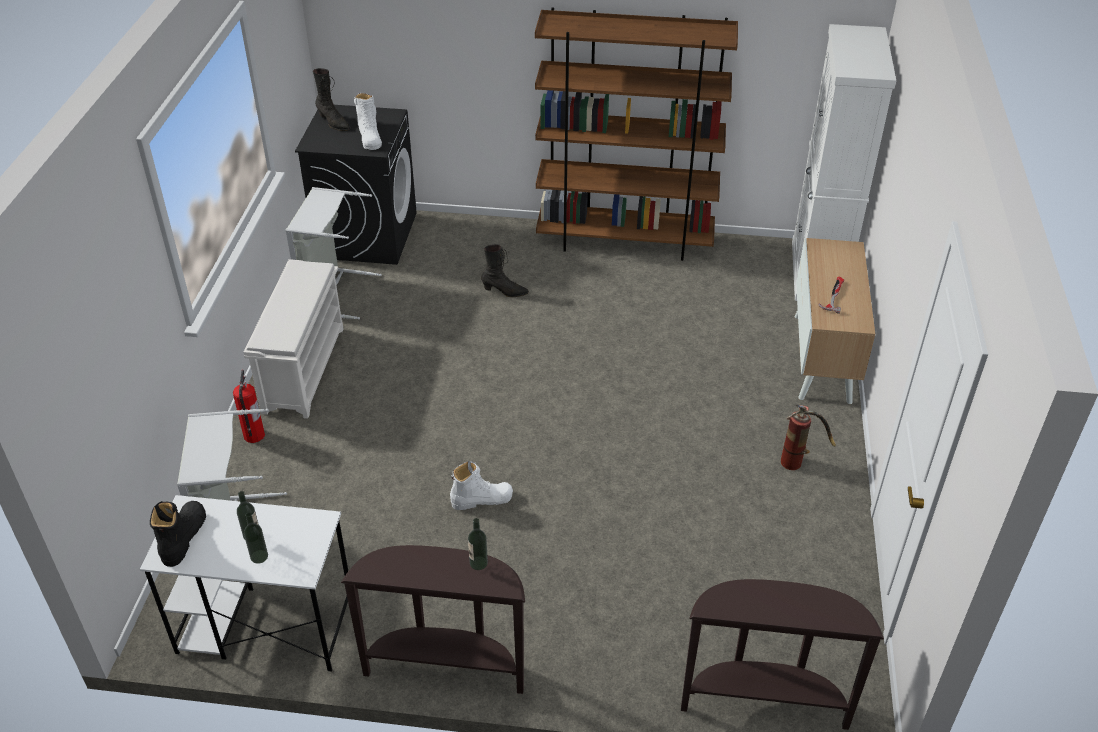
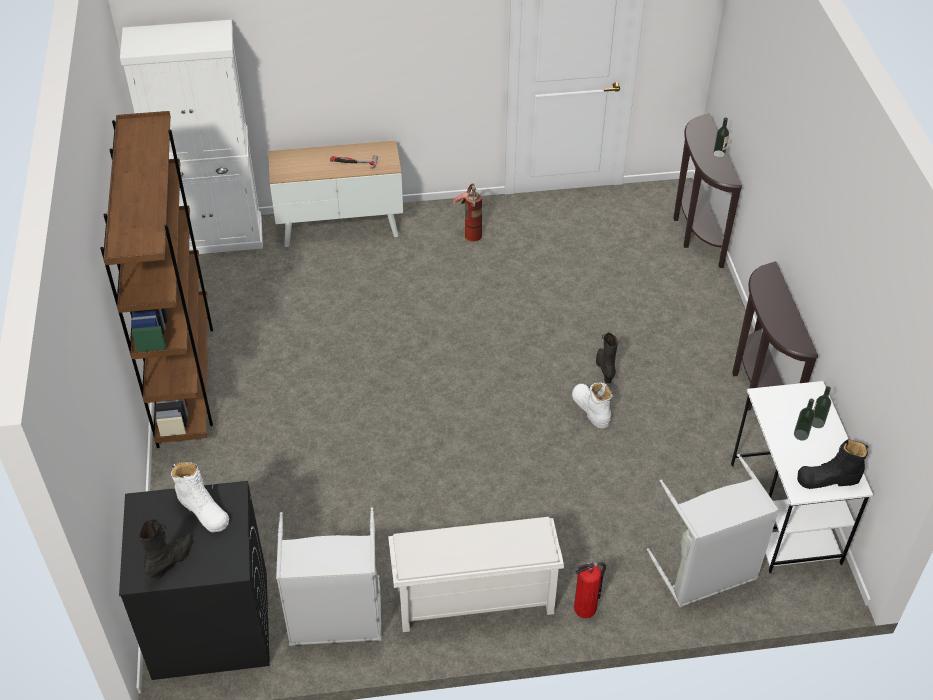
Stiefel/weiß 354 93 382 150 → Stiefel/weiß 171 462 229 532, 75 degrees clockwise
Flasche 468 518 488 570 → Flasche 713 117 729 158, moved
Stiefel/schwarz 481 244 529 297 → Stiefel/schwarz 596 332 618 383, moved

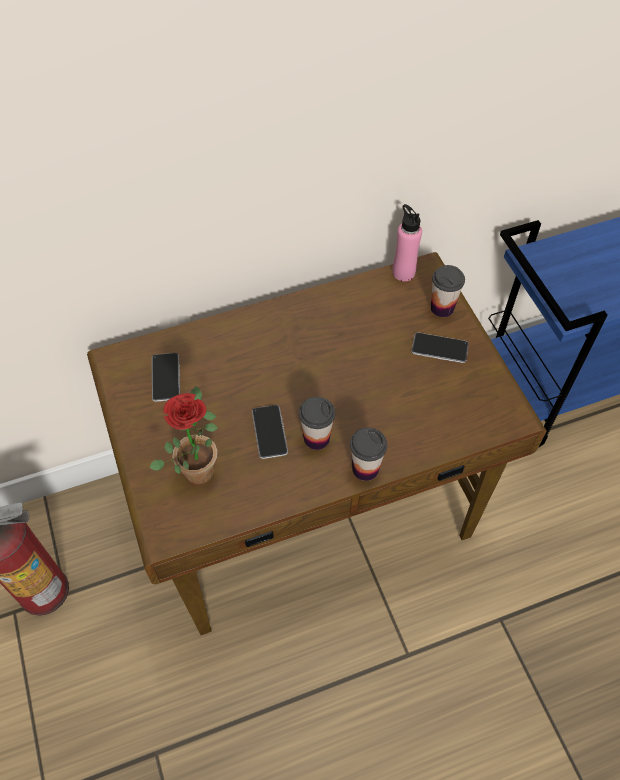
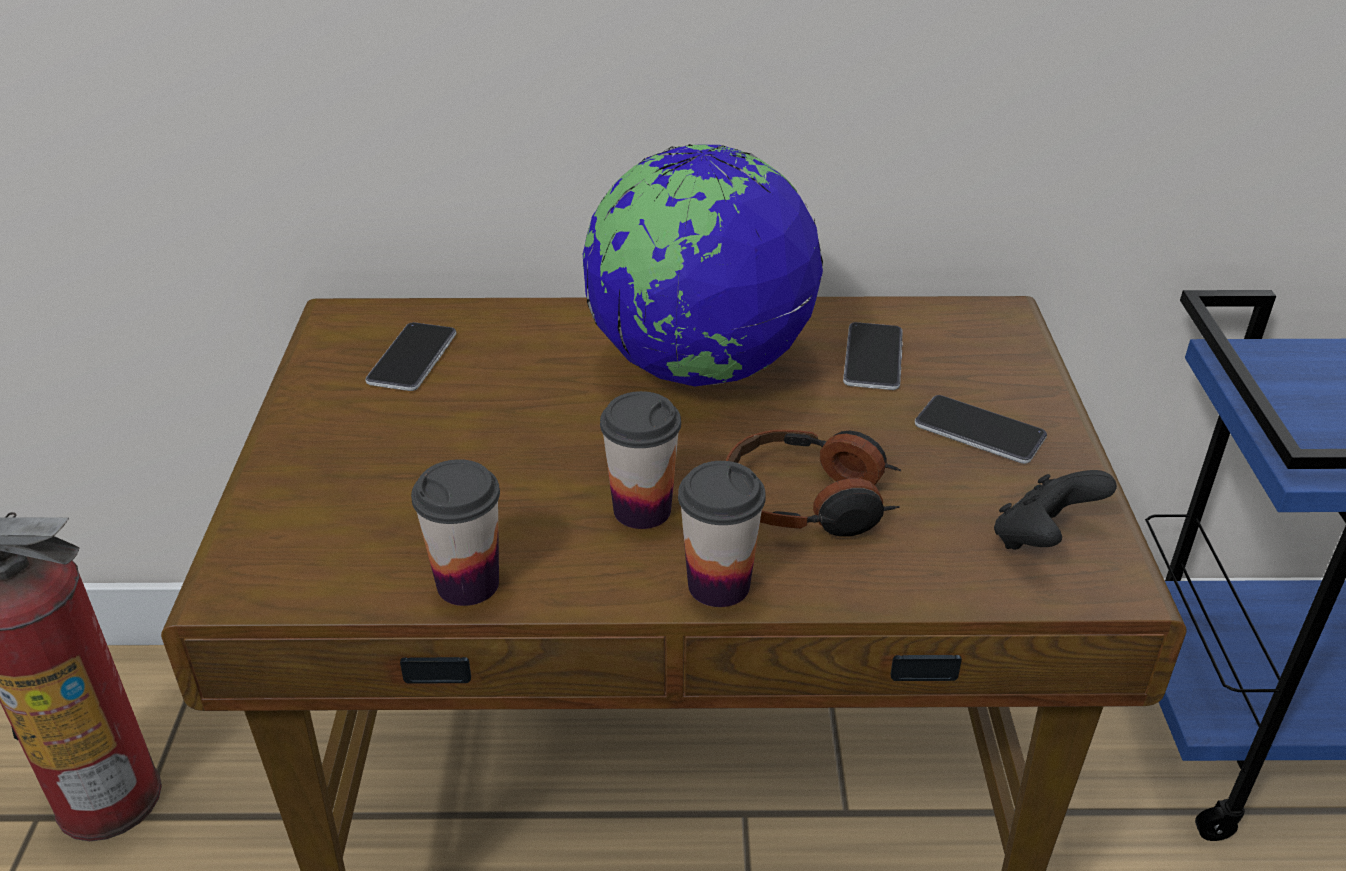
Topfpflanze 149 386 218 485 → -
Handy 252 405 288 459 → Handy 843 322 903 390, moved
Flasche/rosa 393 204 422 281 → -
Tasse 431 265 465 317 → Tasse 411 459 500 606, moved
- → Globus 583 144 823 387
- → Kopfhörer 726 430 901 537
- → Gamepad/schwarz 994 470 1117 550

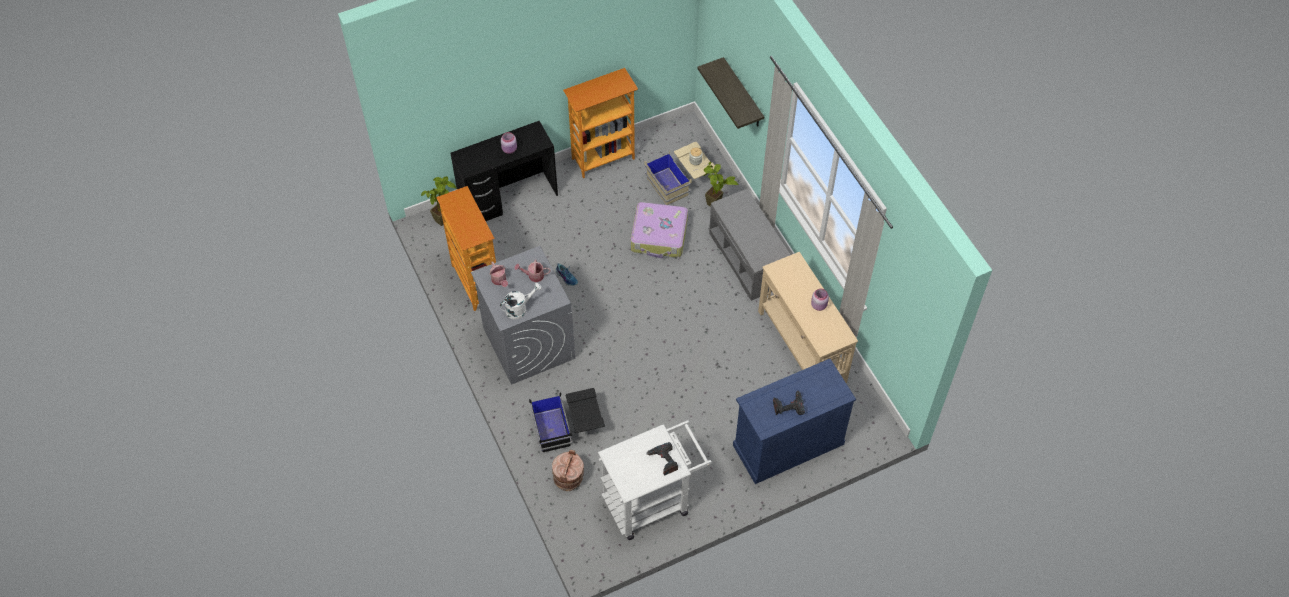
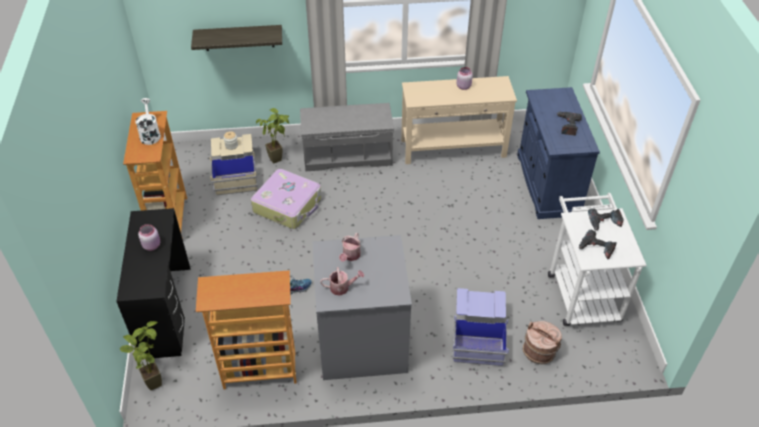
Gießkanne/weiß 500 283 542 320 → Gießkanne/weiß 136 98 161 145, moved
Aufbewahrungsbox/schwarz 529 388 605 452 → Aufbewahrungsbox/blau 453 288 509 366
- → Bohrmaschine 579 230 617 260

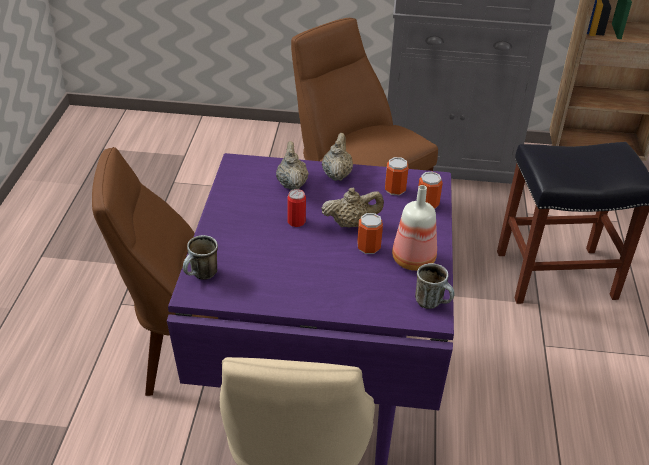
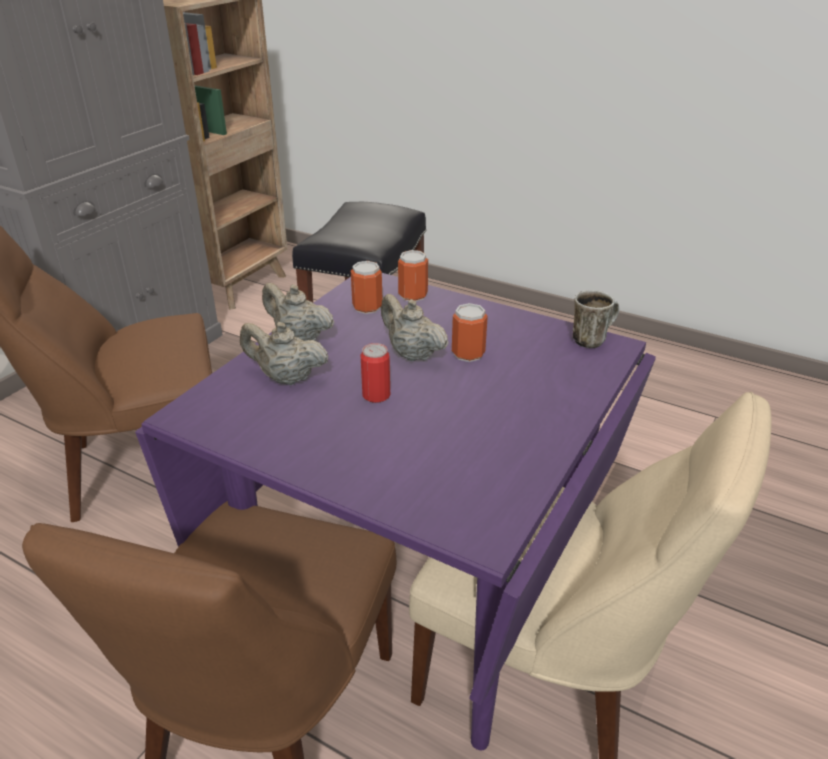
Henkelbecher 183 235 218 280 → -
Teekanne/beige 321 187 384 227 → Teekanne/beige 381 294 449 361, 60 degrees counterclockwise
Flasche 392 185 437 271 → -

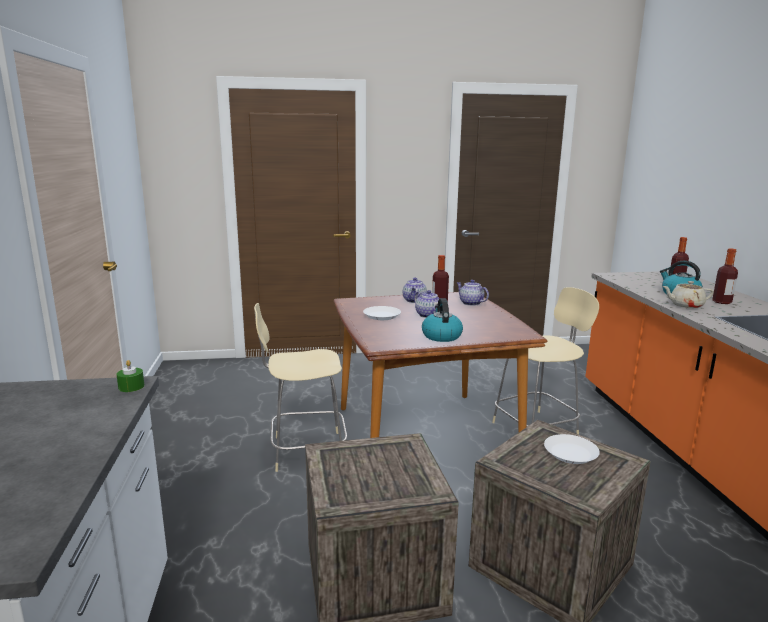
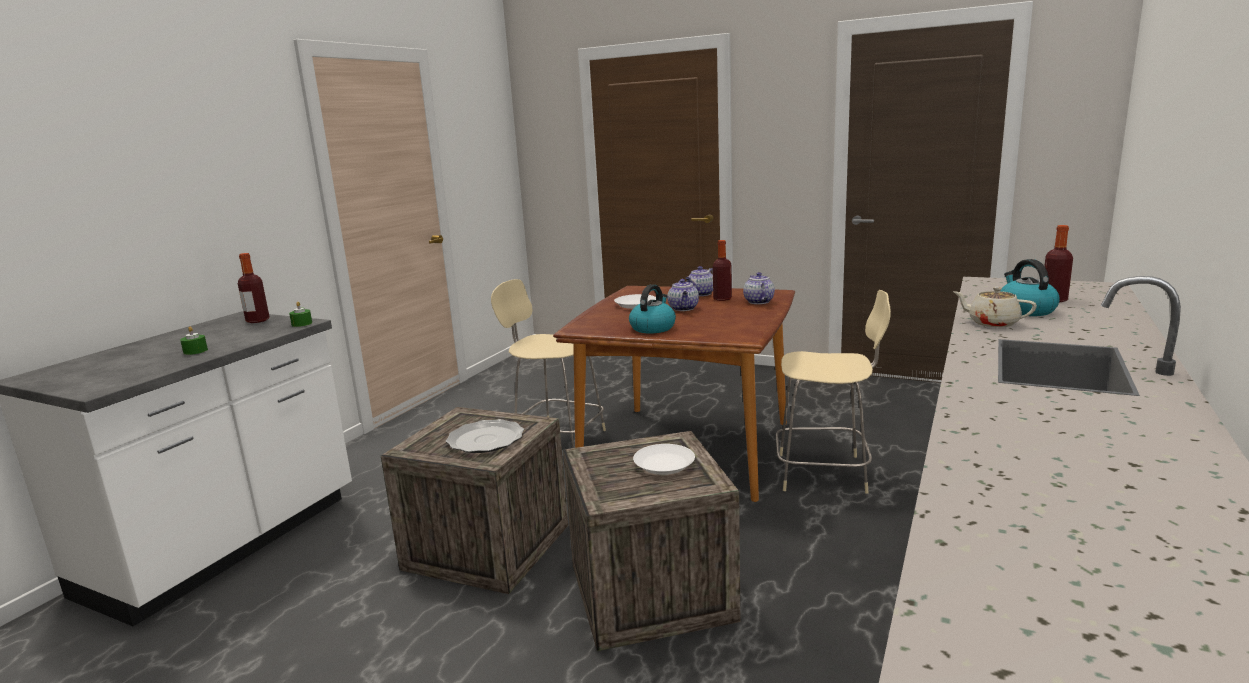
Flasche 712 248 738 304 → Flasche 238 253 270 323, moved
- → Kerze/grün 180 327 208 355
- → Teller 446 419 524 453

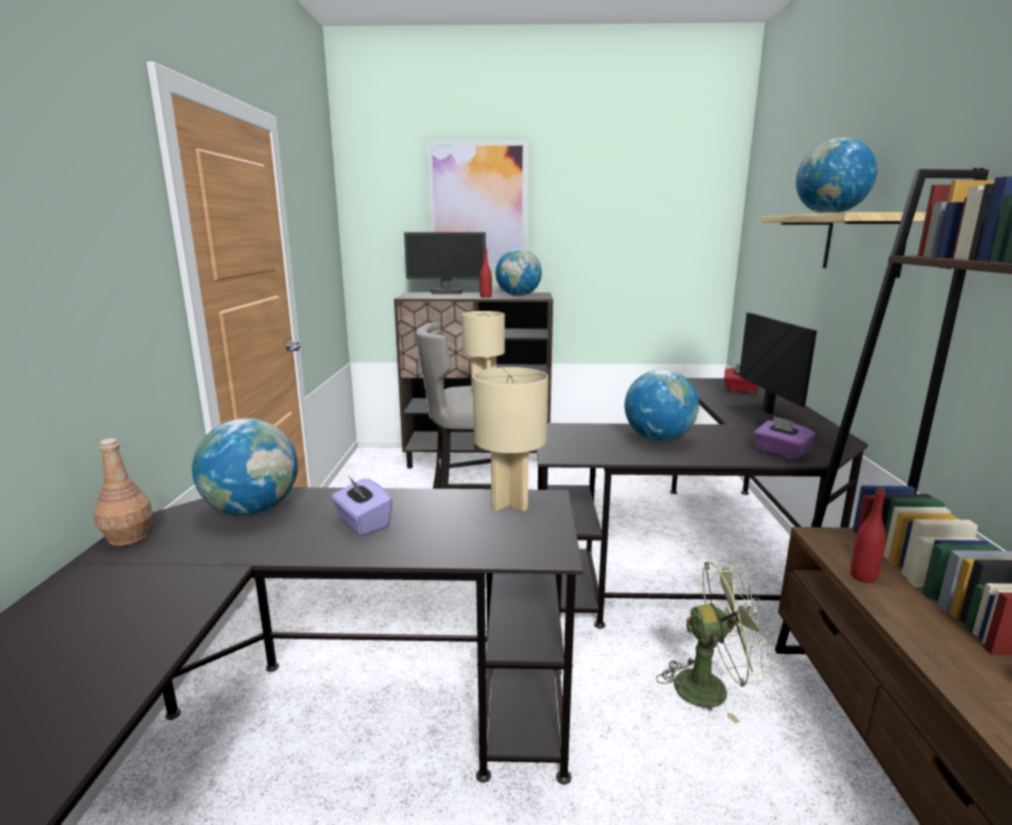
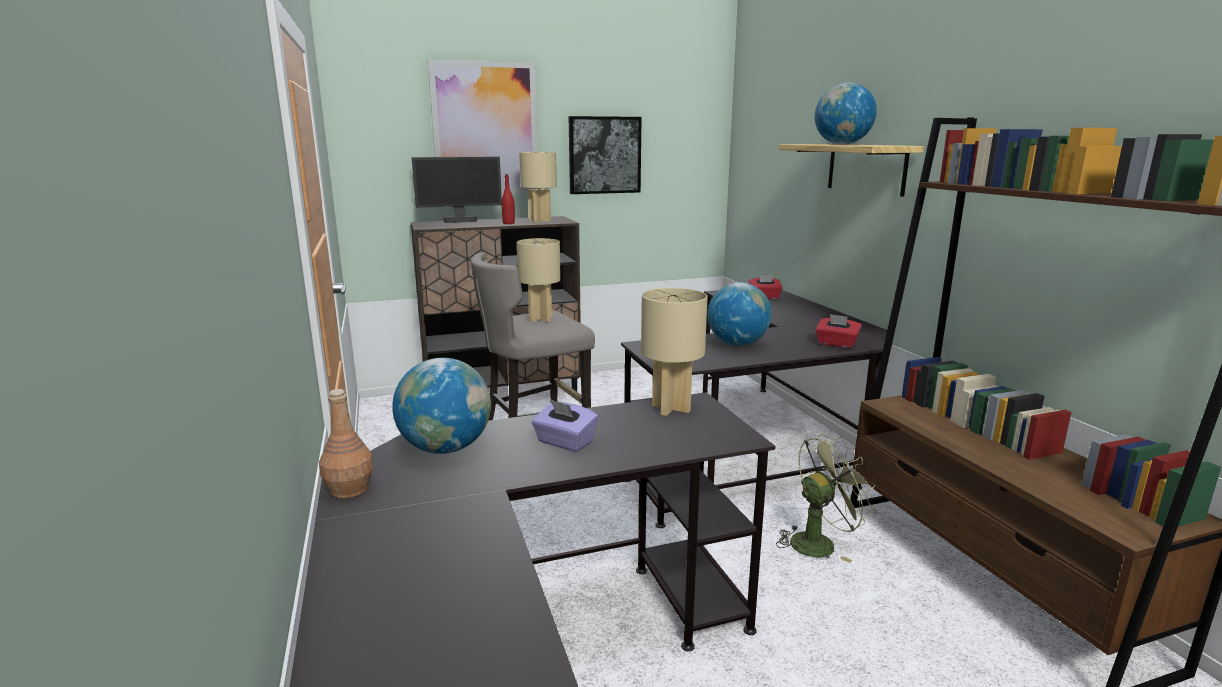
Globus 495 249 542 296 → Tischlampe/beige 519 152 557 223
Monitor 726 313 817 425 → -
Taschentuchbox/lila 754 416 815 460 → Taschentuchbox/rot 816 314 862 348
Flasche/rot 850 488 886 583 → -
- → Bild 569 116 642 194

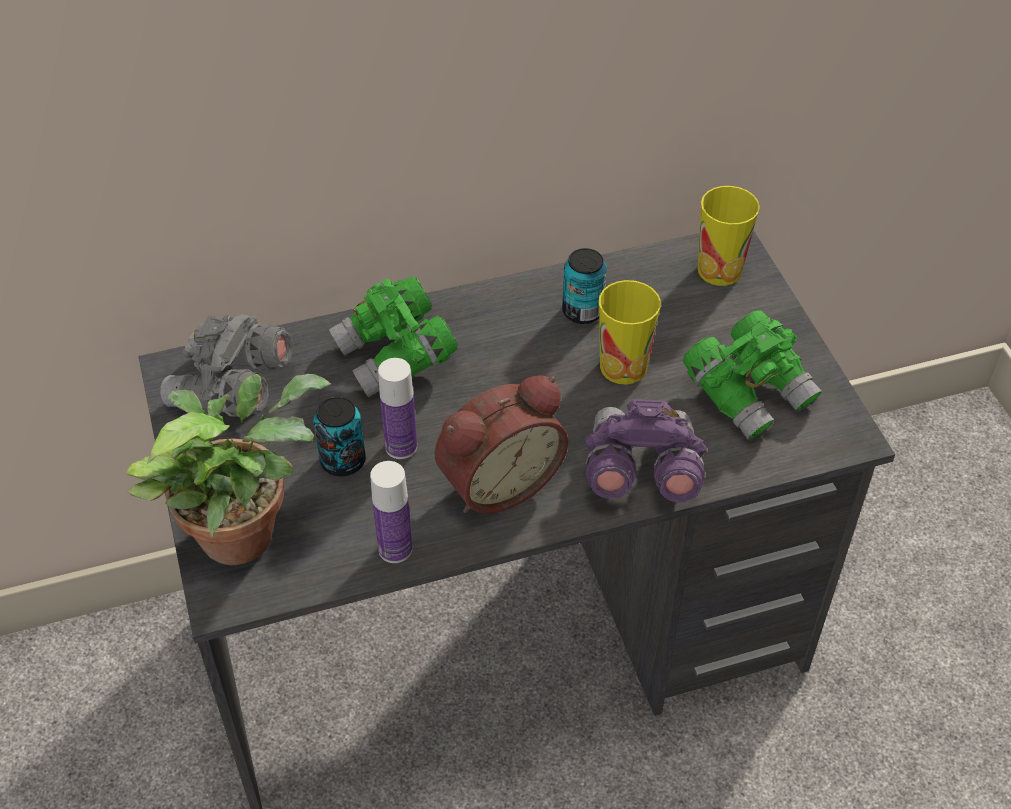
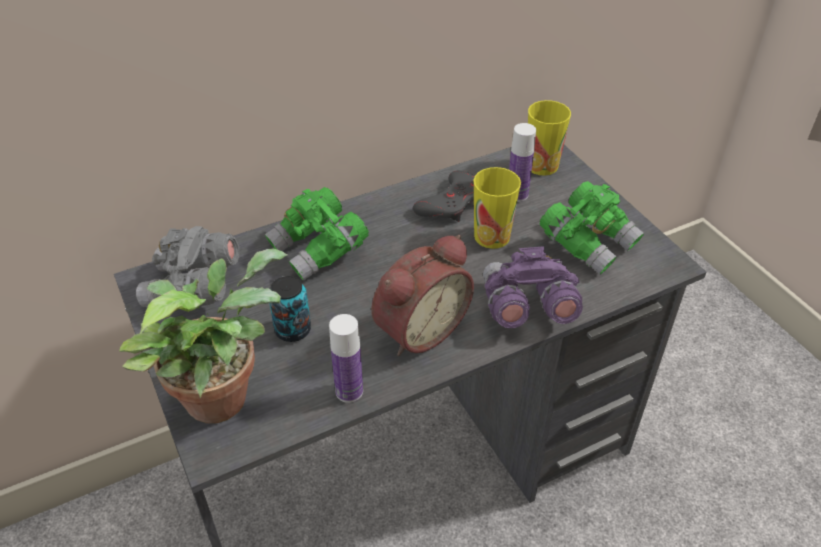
Flasche 378 358 417 459 → Flasche 509 123 536 202, moved
Dose 562 248 607 324 → Gamepad/grau 413 170 475 222

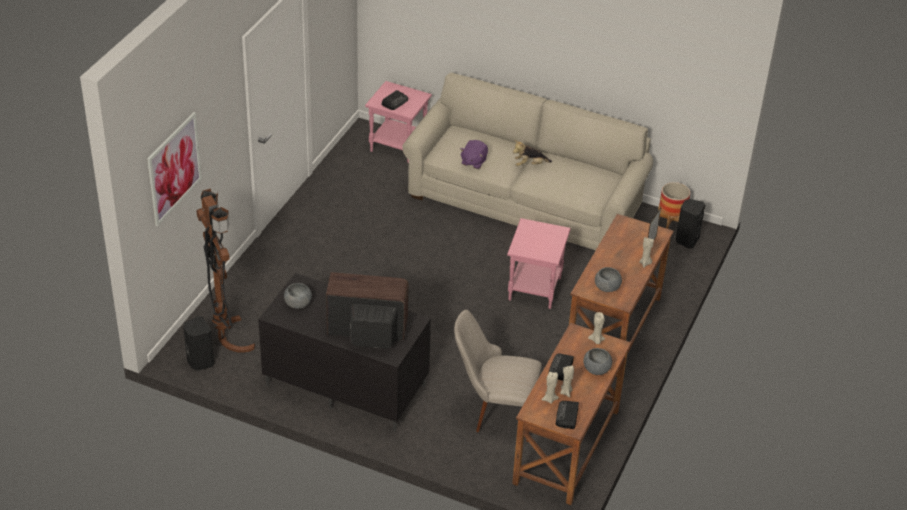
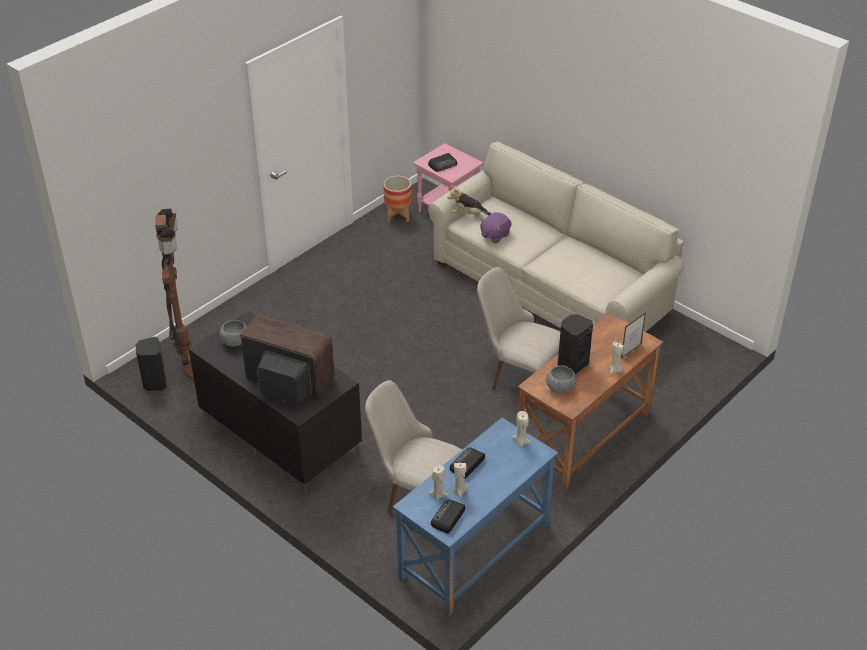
Bild 147 112 202 226 → -
Beistelltisch/rosa 507 218 571 309 → Stuhl/beige 477 267 560 410
Schreibtisch/braun 512 323 631 505 → Schreibtisch/blau 393 418 558 616
Plüschtier 513 140 552 166 → Plüschtier 447 186 492 215, moved
Schüssel/grau 583 348 612 375 → -
Pflanzkübel 658 182 690 229 → Pflanzkübel 383 176 412 223, moved
Lautsprecher/schwarz 676 199 706 249 → Lautsprecher/schwarz 558 314 593 374, moved

